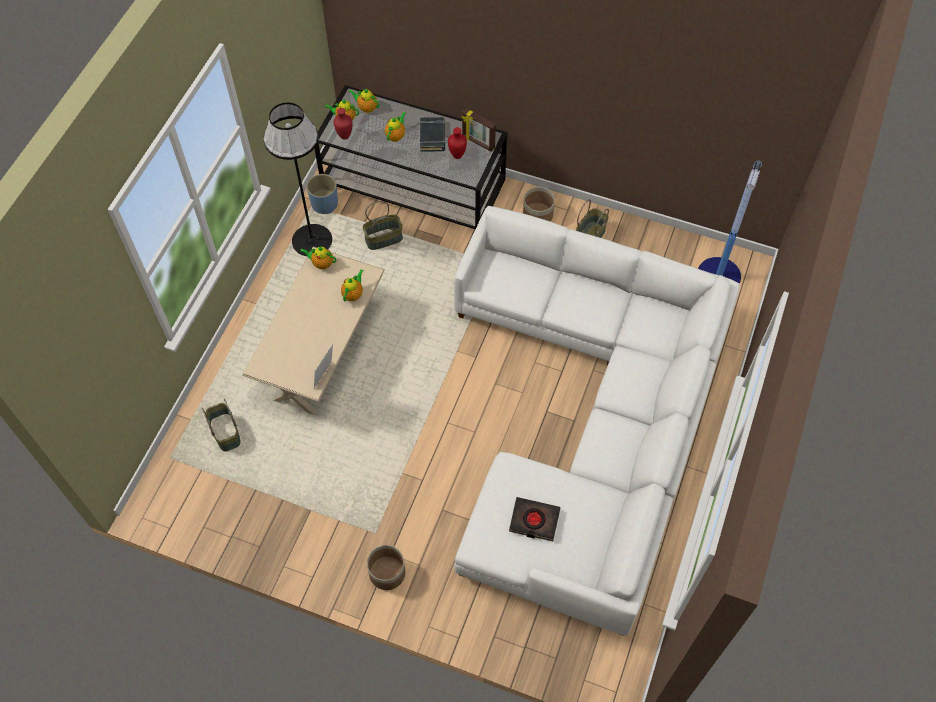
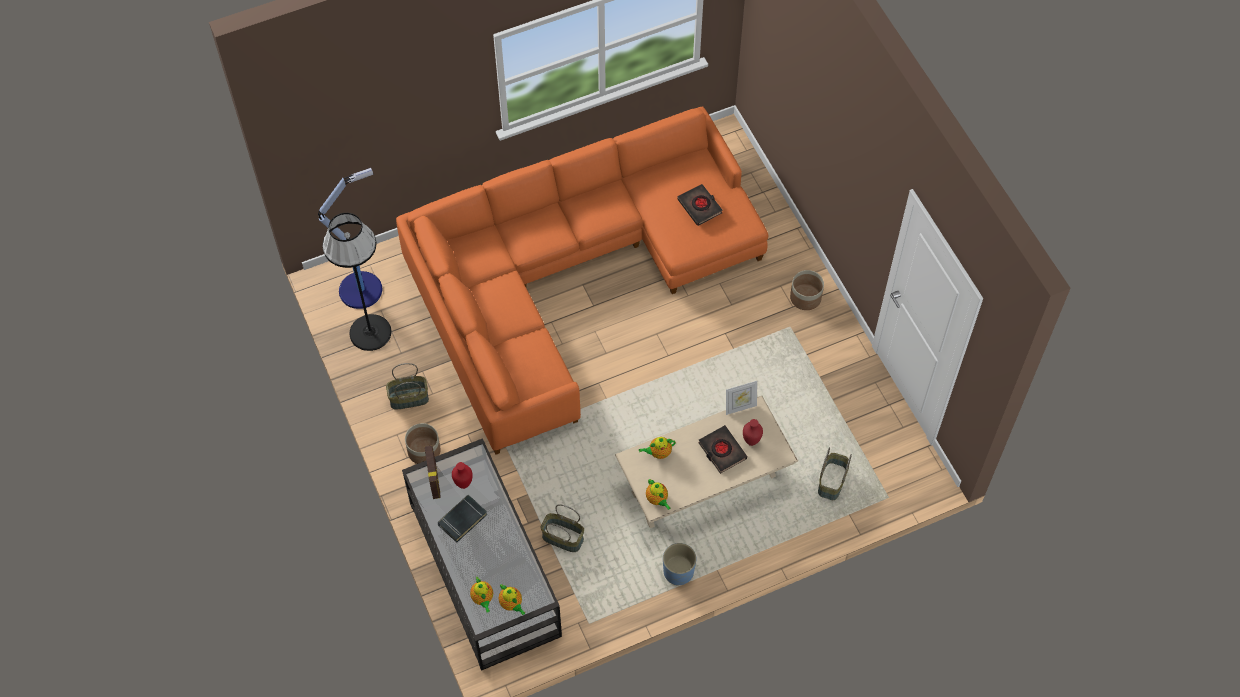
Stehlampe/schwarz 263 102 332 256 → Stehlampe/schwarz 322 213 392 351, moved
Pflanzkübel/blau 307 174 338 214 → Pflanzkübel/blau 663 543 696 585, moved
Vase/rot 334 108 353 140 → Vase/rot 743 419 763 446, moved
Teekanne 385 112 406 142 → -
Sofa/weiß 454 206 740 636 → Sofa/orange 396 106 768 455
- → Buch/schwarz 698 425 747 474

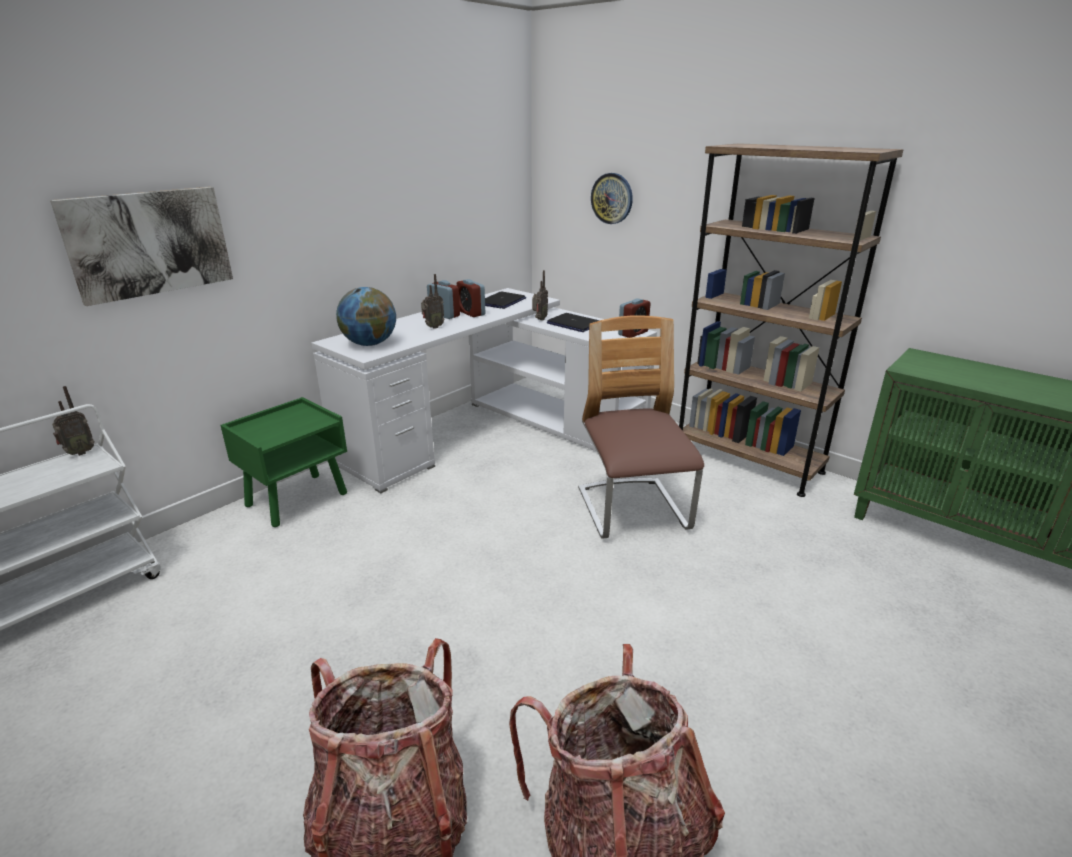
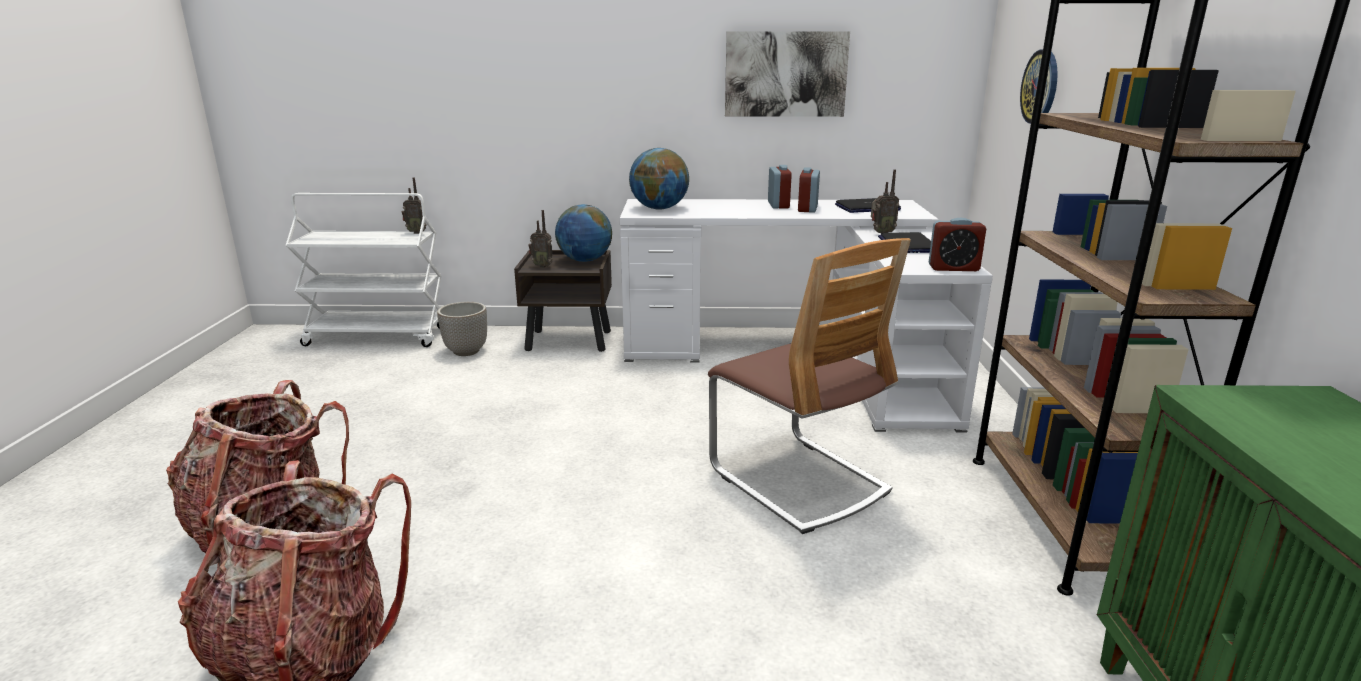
Bild 50 187 233 306 → Bild 725 31 850 117, moved
Nachttisch/grün 220 397 347 527 → Nachttisch/braun 514 250 612 352
Radio 421 274 445 329 → Radio 528 210 553 268, moved
Stuhl 578 315 704 539 → Stuhl 708 238 911 534, 105 degrees clockwise
- → Pflanzkübel 437 302 487 356
- → Globus 555 204 612 262

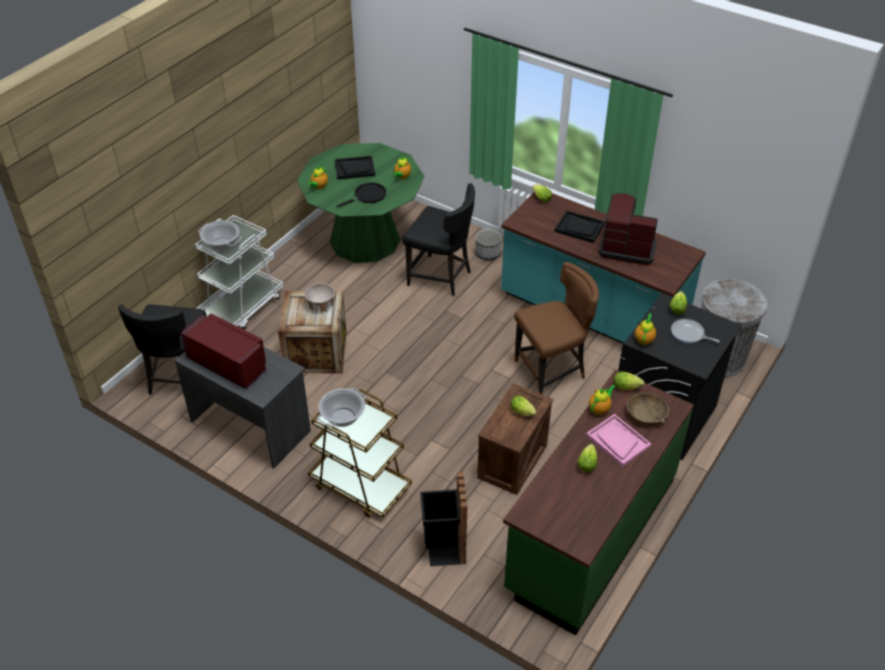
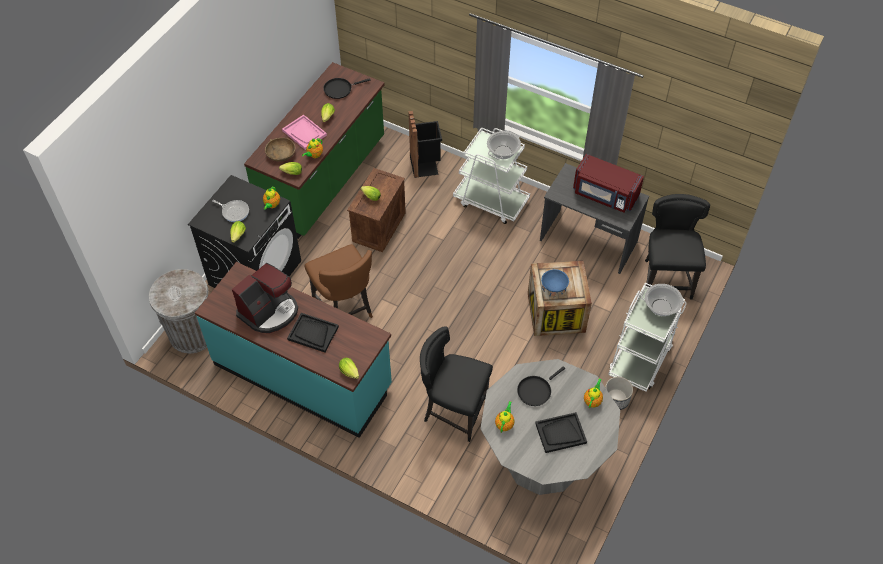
Esstisch/grün 297 143 424 263 → Esstisch/grau 480 359 620 495
Schüssel/beige 304 283 335 313 → Schüssel/blau 541 269 569 298
Rollwagen/braun 308 387 412 518 → Rollwagen/weiß 453 127 530 224
Pflanzkübel 475 229 502 260 → Pflanzkübel 605 377 633 410, moved
Stuhl/braun 514 262 599 395 → Stuhl/braun 305 244 373 318, 90 degrees counterclockwise
Kaffeemaschine 599 193 658 265 → Kaffeemaschine 232 263 298 333, 60 degrees counterclockwise
- → Pfanne/schwarz 323 78 371 99

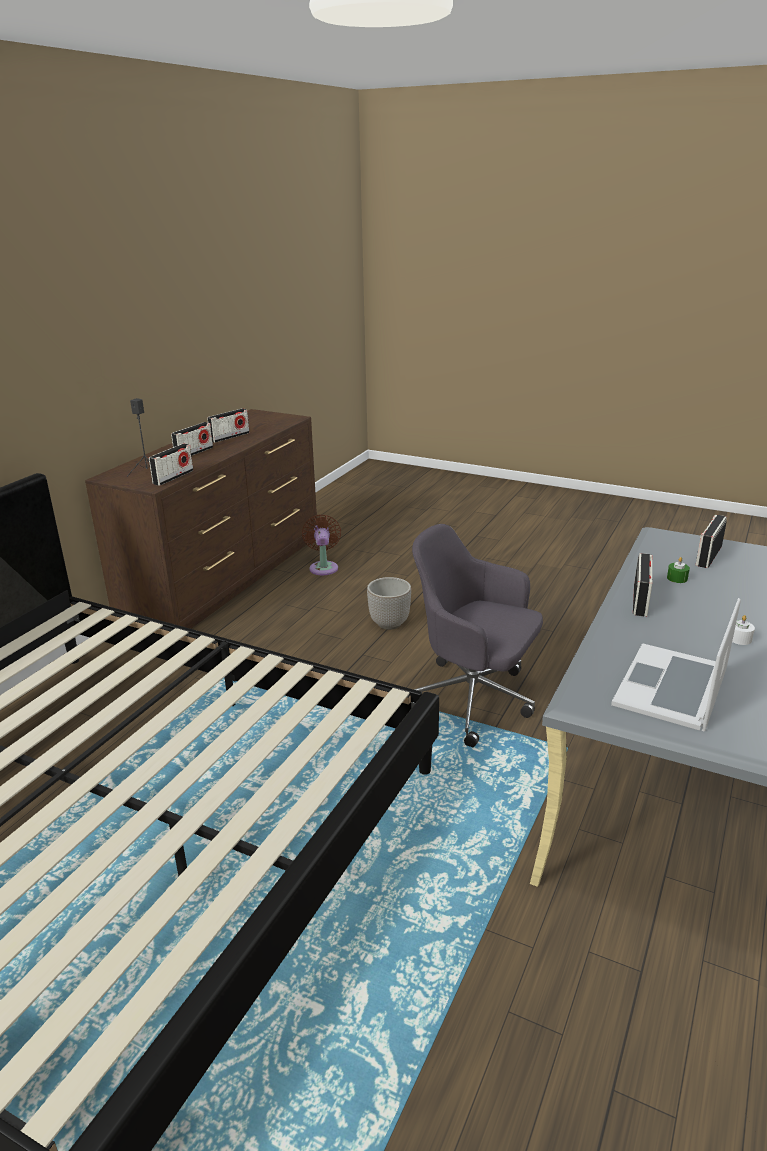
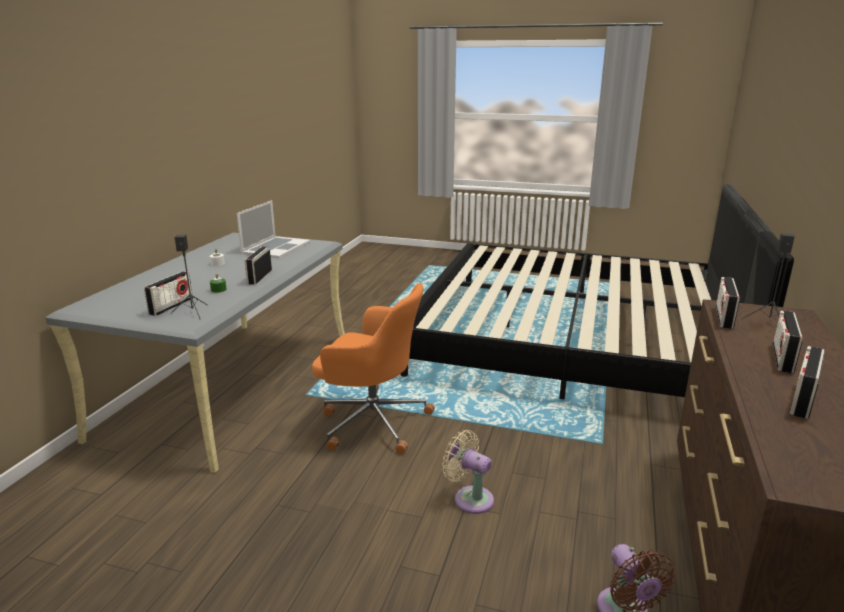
Pflanzkübel 367 577 411 630 → Ventilator/beige 442 430 494 514
Bürostuhl/grau 412 524 543 747 → Bürostuhl/orange 312 283 435 454
- → Lautsprecher/schwarz 170 234 208 318

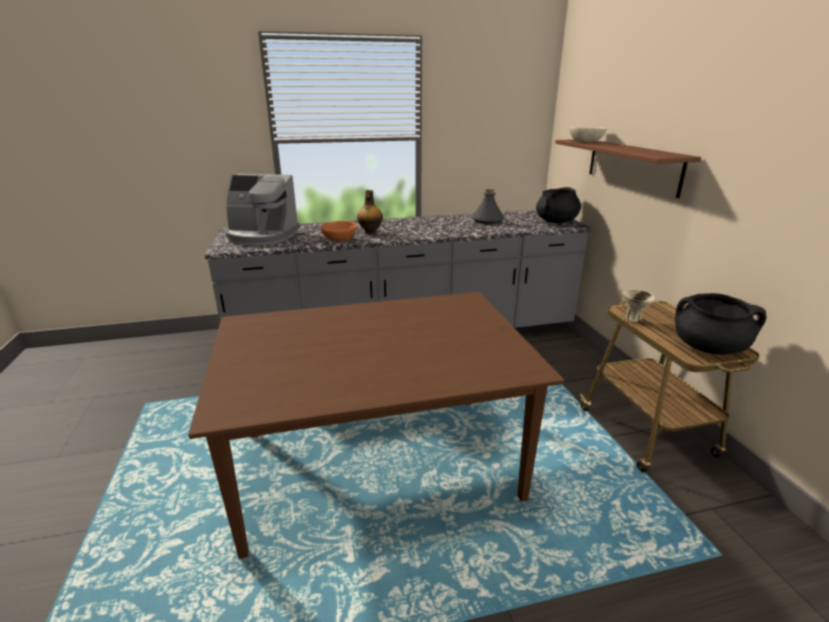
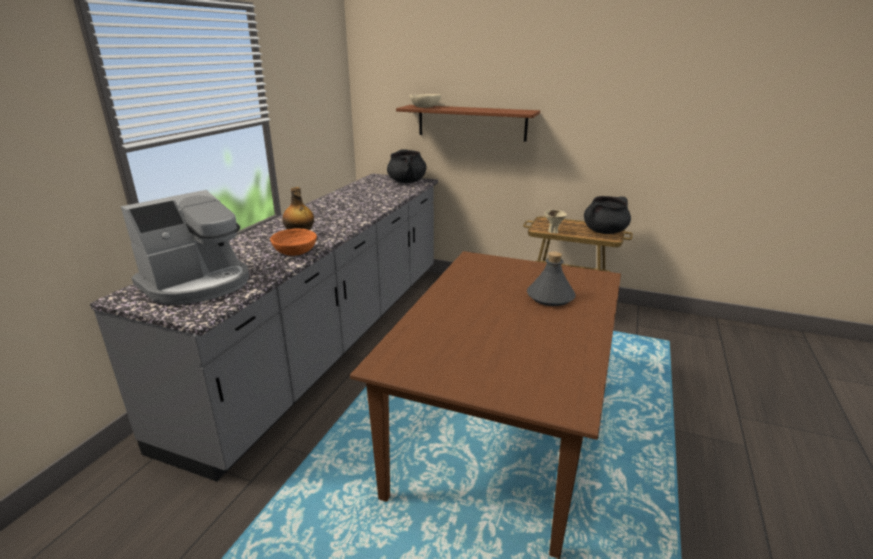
Flasche/grau 472 188 504 224 → Flasche/grau 527 252 576 306, moved

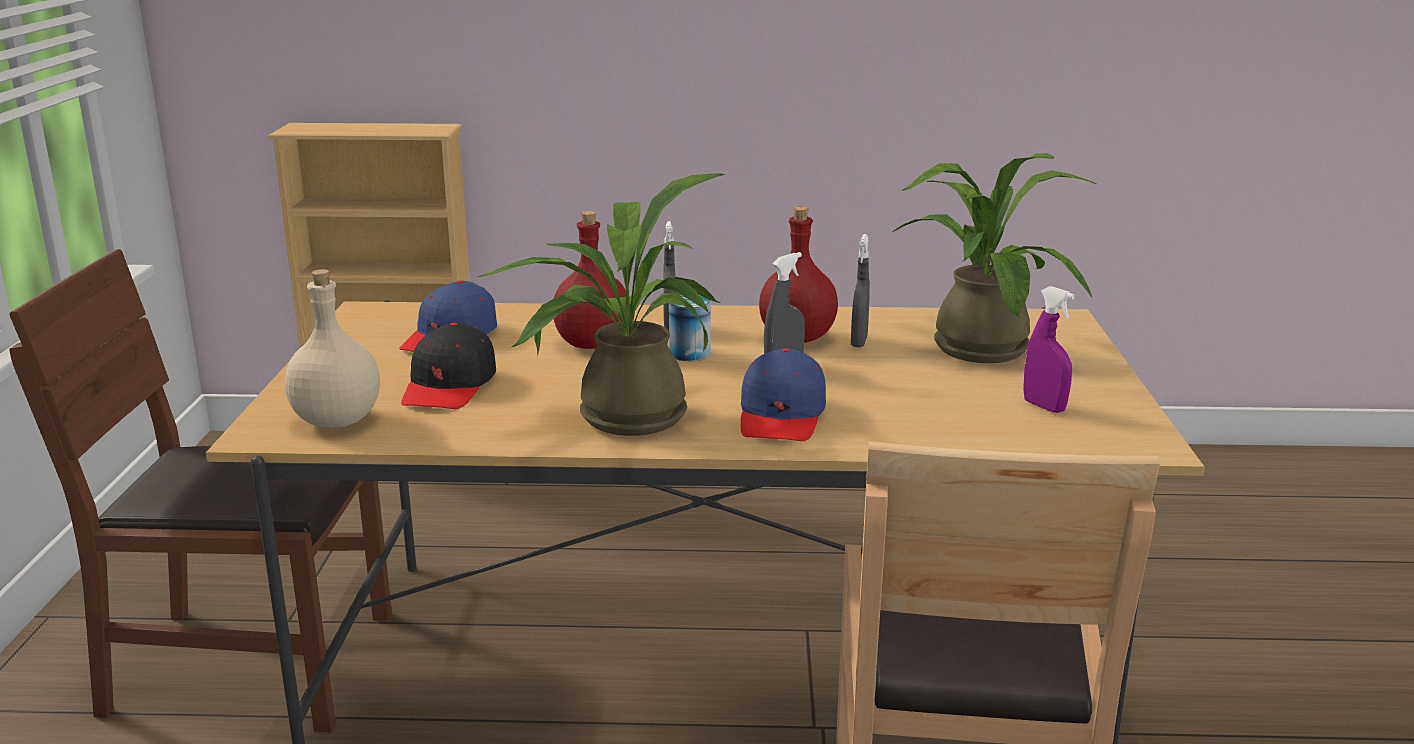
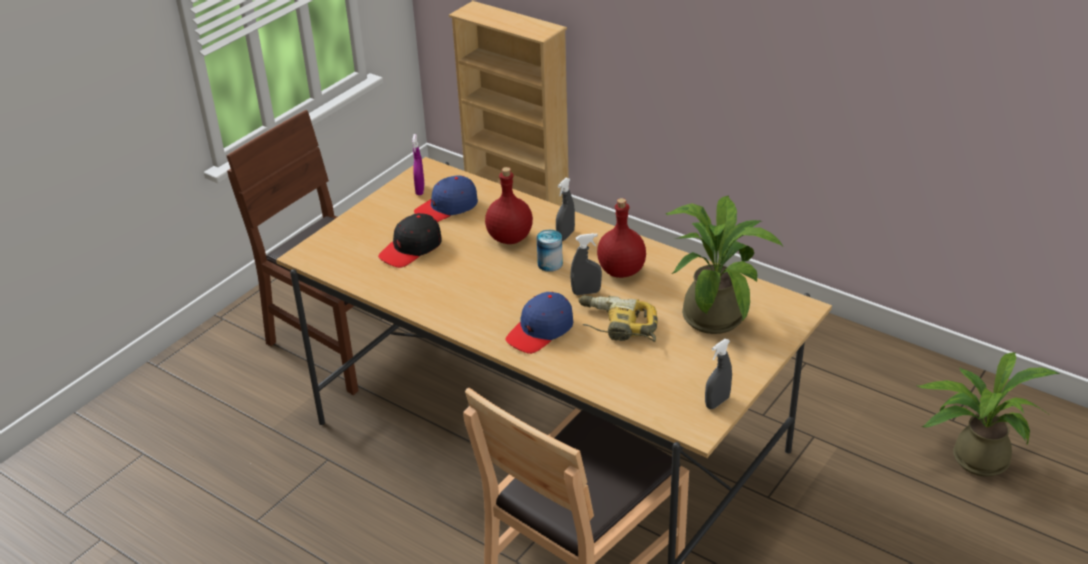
Flasche/beige 285 269 380 428 → -
Topfpflanze 478 173 726 436 → Topfpflanze 918 352 1059 477, moved
Sprühflasche/grau 851 234 870 347 → Sprühflasche/grau 705 339 732 409, moved
Sprühflasche/lila 1023 286 1075 413 → Sprühflasche/lila 412 134 425 195, moved
- → Bohrmaschine 578 295 657 342

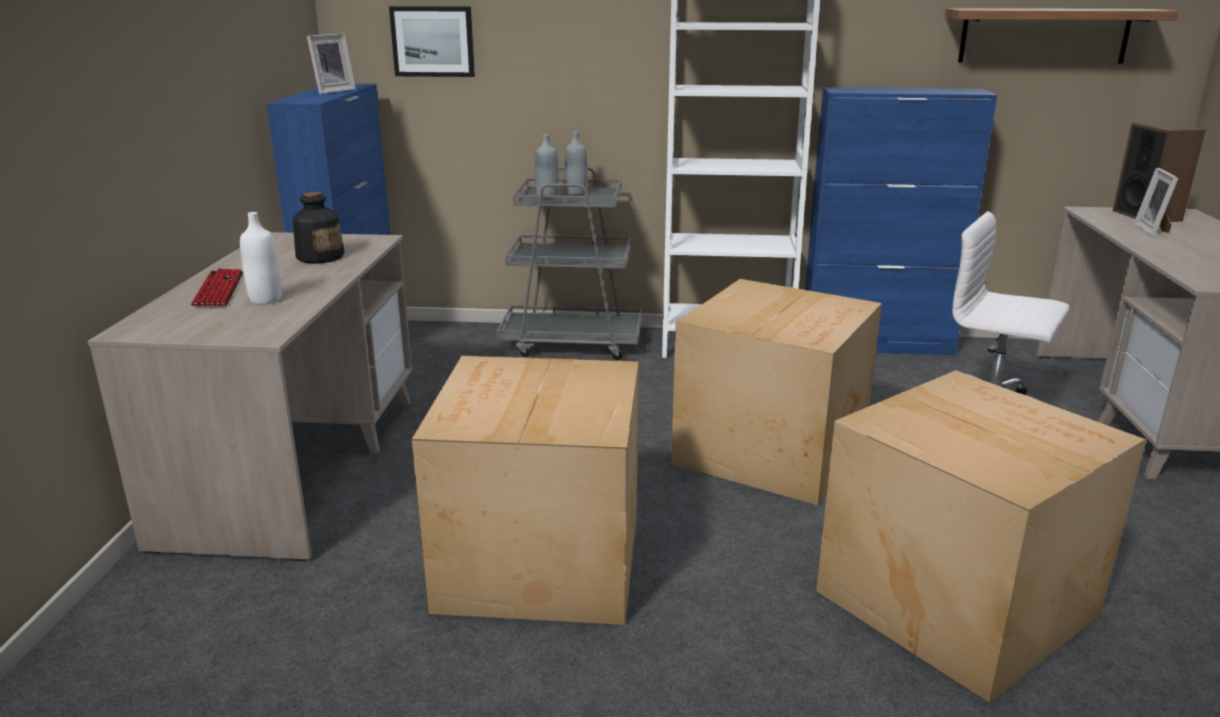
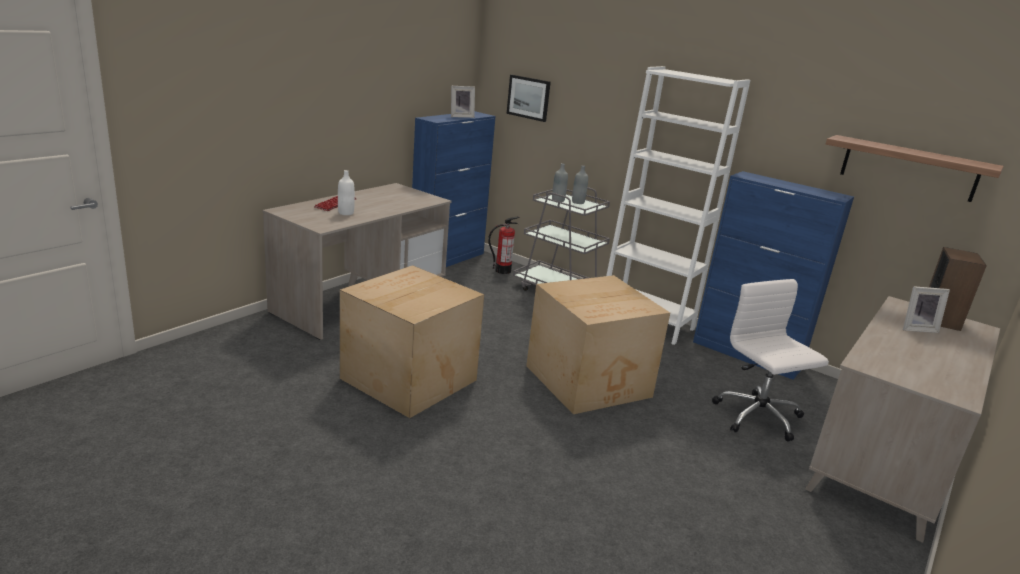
Flasche 293 192 345 264 → -
Karton 816 370 1146 703 → -
Bilderrahmen 1134 168 1178 237 → Bilderrahmen 903 286 950 333, 135 degrees counterclockwise
- → Feuerlöscher 488 216 520 274

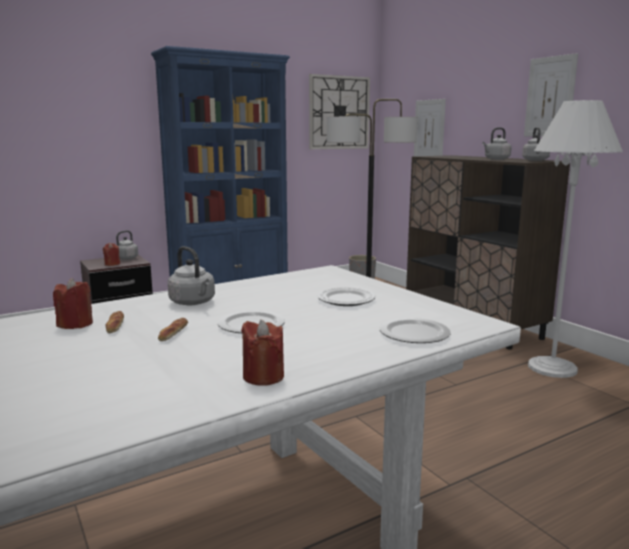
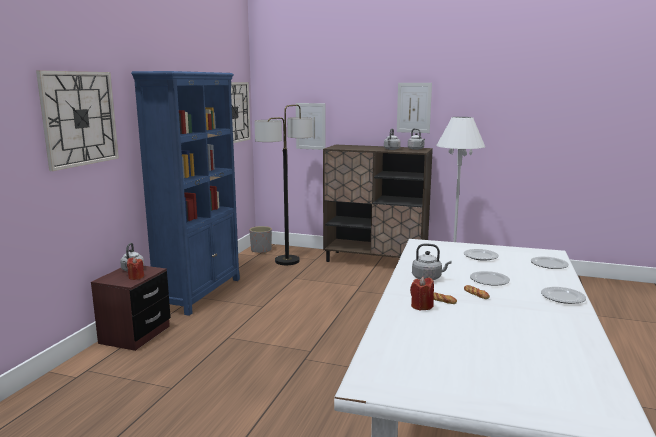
Kerze/rot 241 320 284 386 → Teller 541 287 586 304
- → Wanduhr 36 70 119 171

